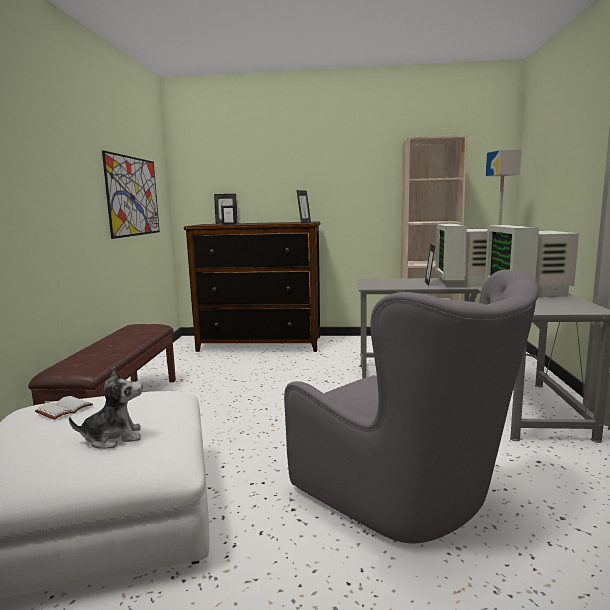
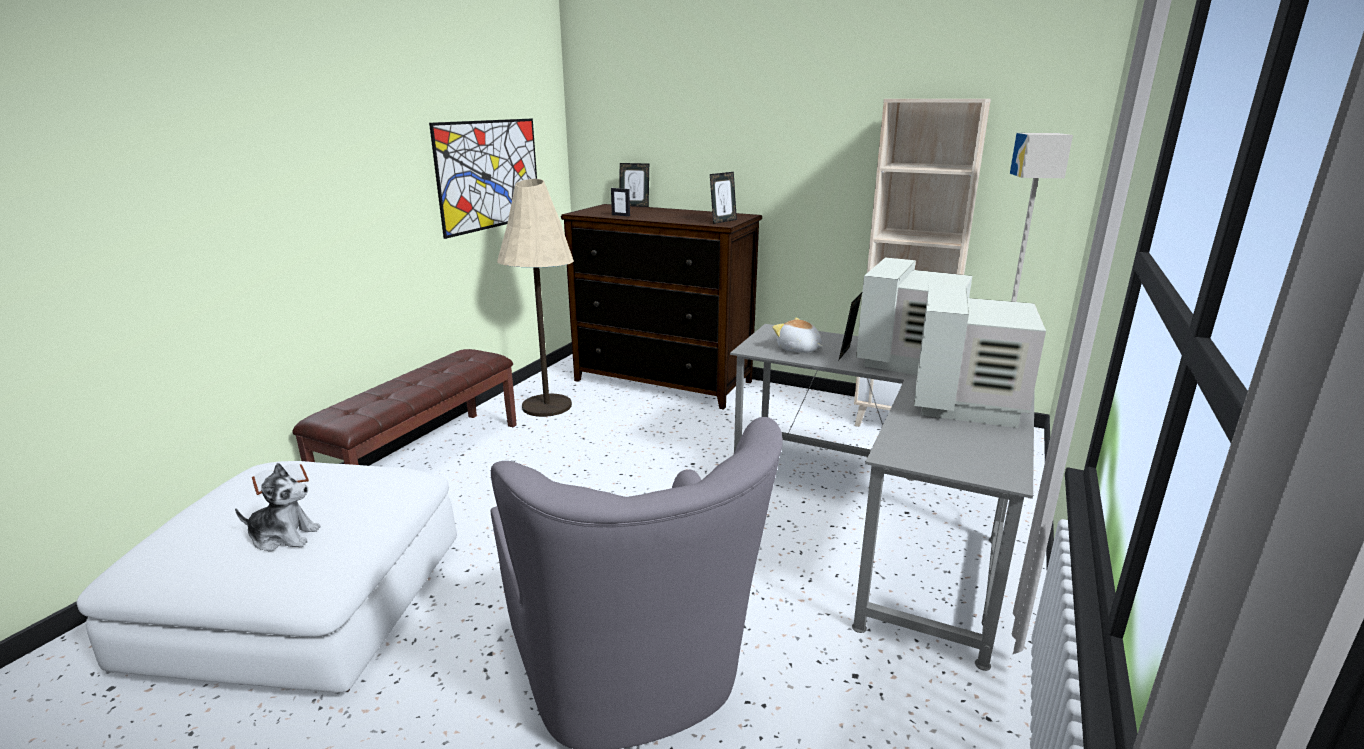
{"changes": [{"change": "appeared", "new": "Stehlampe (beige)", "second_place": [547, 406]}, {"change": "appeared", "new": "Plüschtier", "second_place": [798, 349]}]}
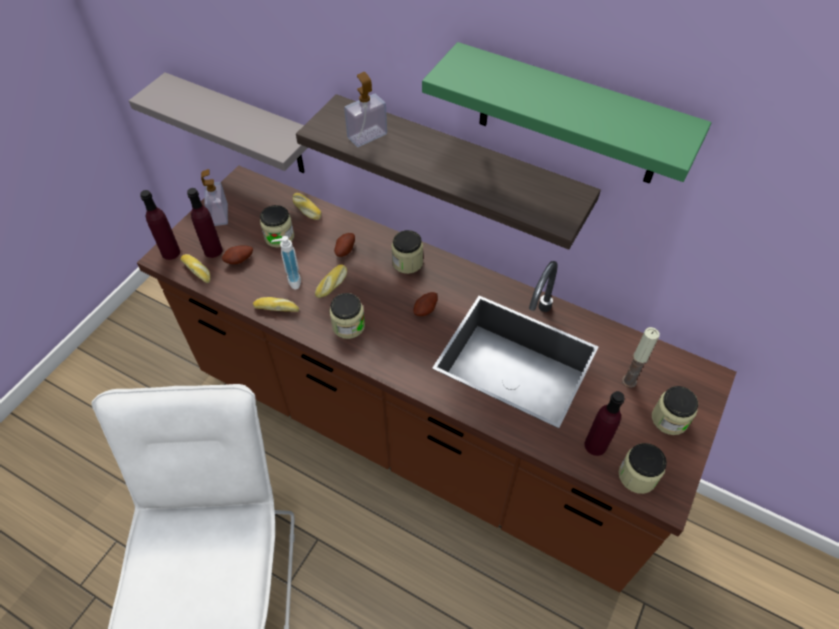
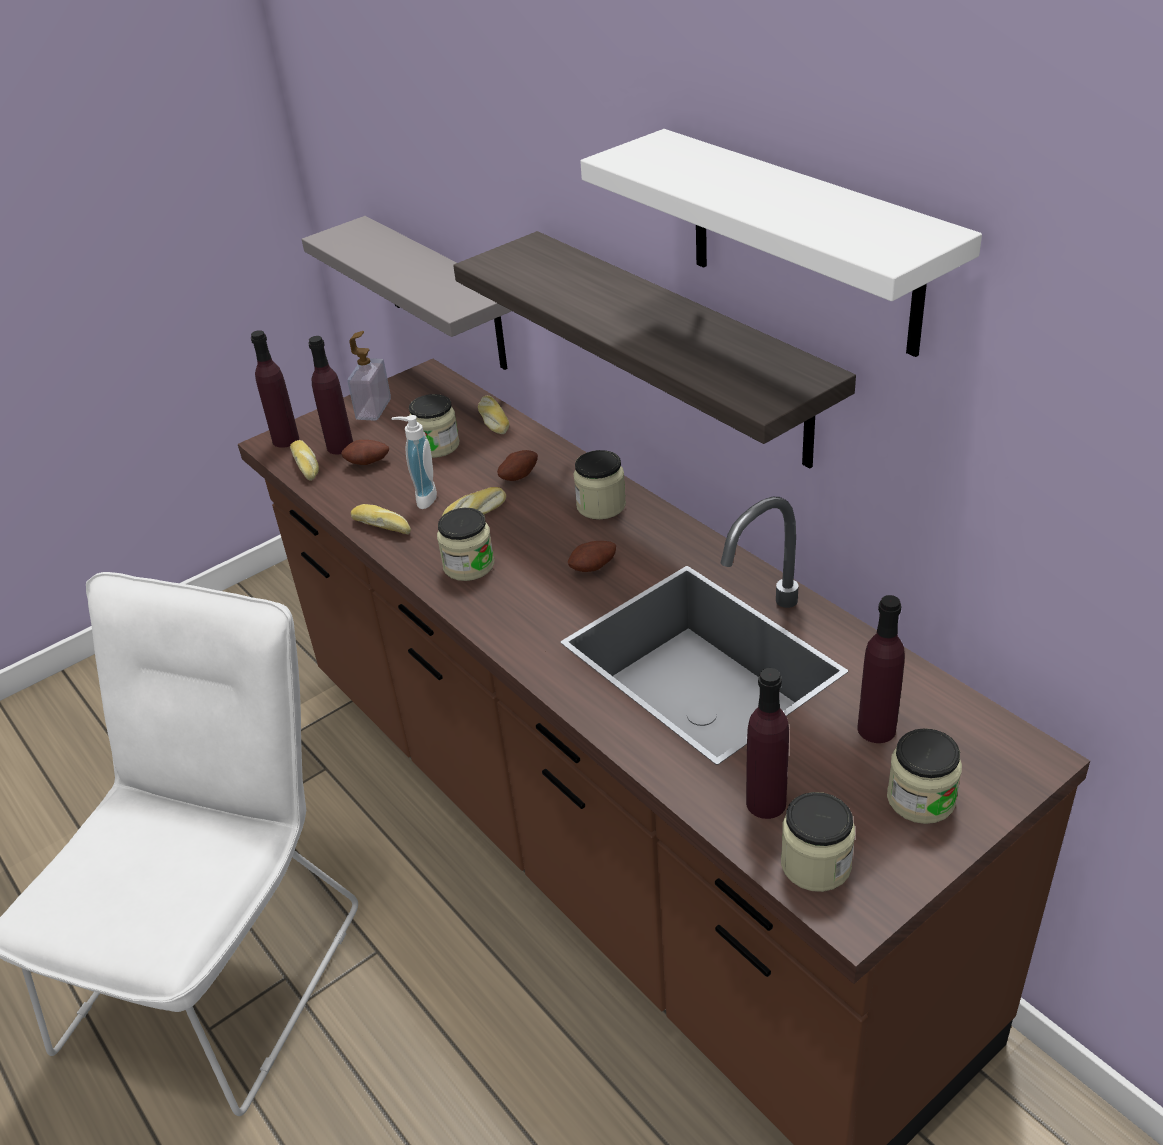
{"changes": [{"change": "colour", "old": "Wandregal (grün)", "new": "Wandregal (weiß)", "first_place": [569, 117], "second_place": [803, 242]}, {"change": "missing", "old": "Seifenspender", "first_place": [367, 136]}, {"change": "exchanged", "old": "Kerze", "new": "Flasche (lila)", "first_place": [629, 381], "second_place": [876, 729]}]}
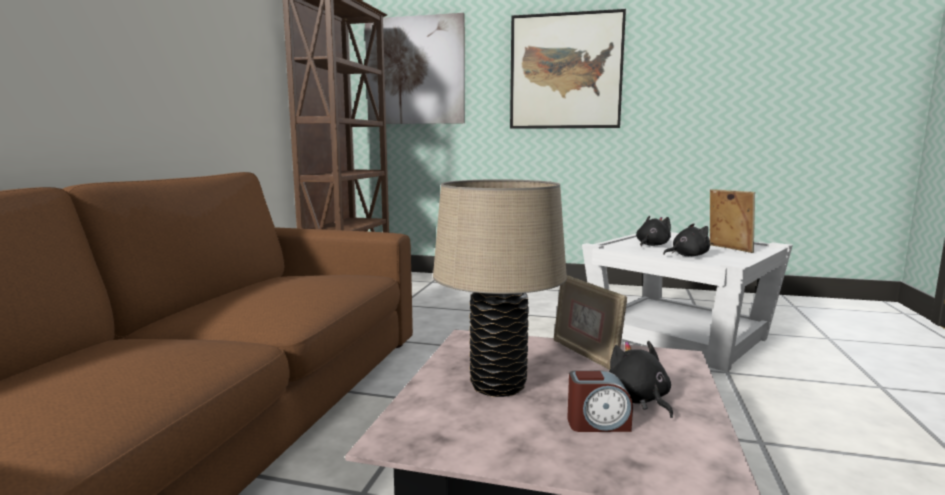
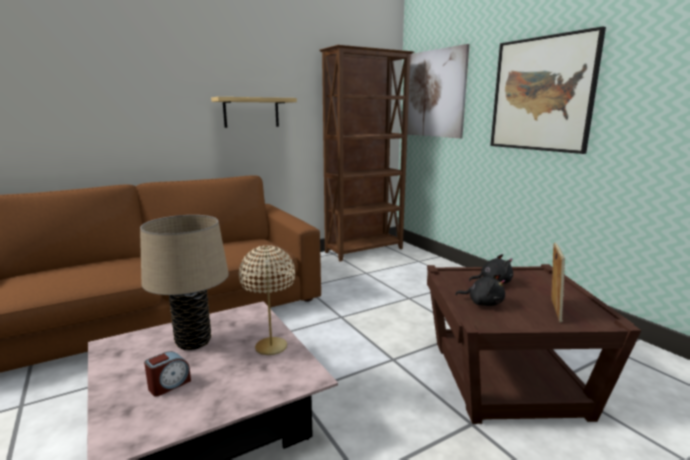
{"changes": [{"change": "colour", "old": "Beistelltisch (weiß)", "new": "Beistelltisch (braun)", "first_place": [679, 338], "second_place": [504, 377]}, {"change": "exchanged", "old": "Bilderrahmen", "new": "Tischlampe (beige)", "first_place": [585, 355], "second_place": [271, 347]}, {"change": "missing", "old": "Plüschtier (schwarz)", "first_place": [639, 400]}, {"change": "spun", "old": "Wecker", "first_place": [598, 424], "second_place": [169, 385], "degrees": -90}, {"change": "appeared", "new": "Wandregal", "second_place": [251, 112]}]}
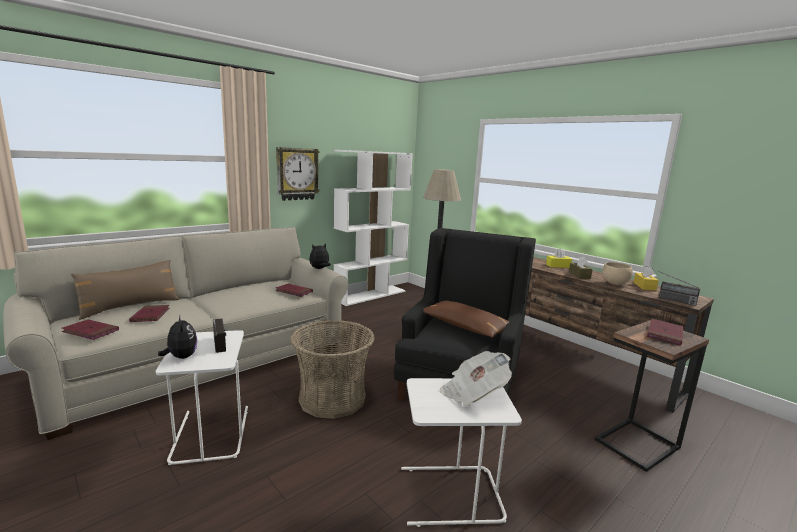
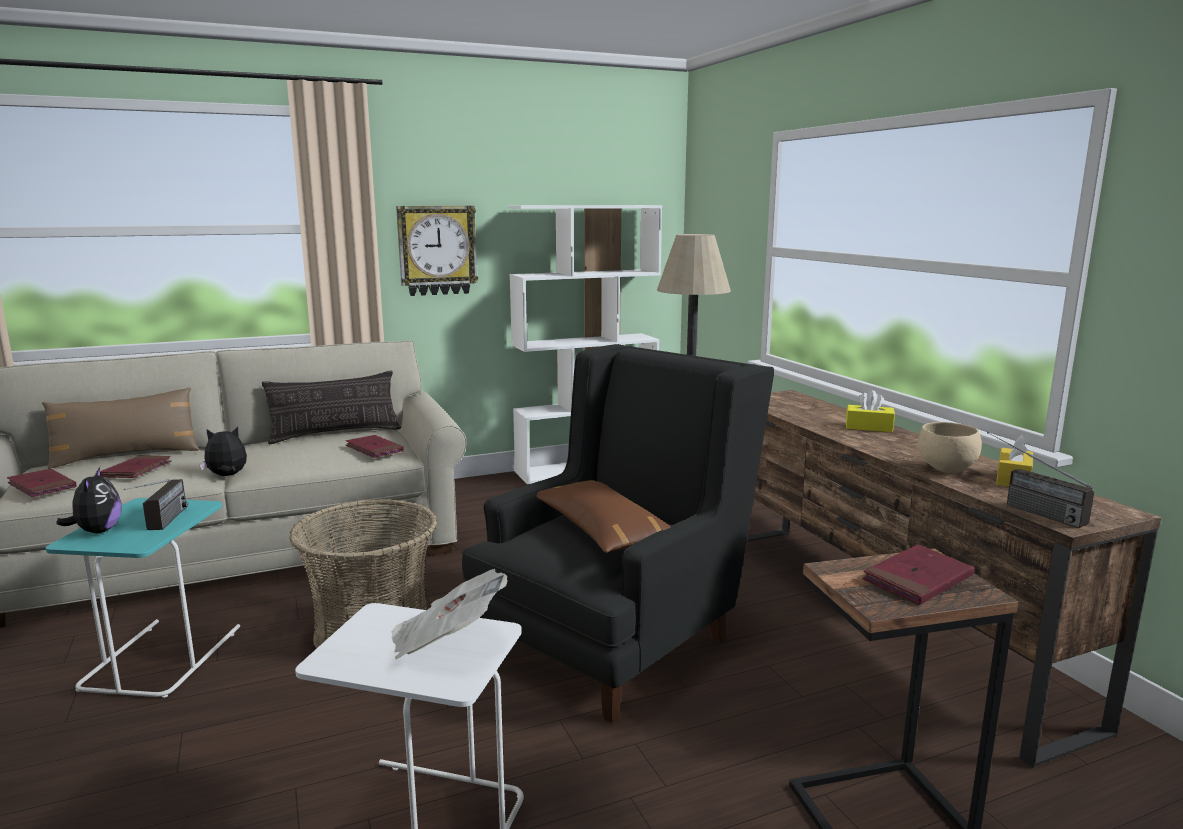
{"changes": [{"change": "relocated", "old": "Plüschtier", "first_place": [319, 269], "second_place": [227, 476]}, {"change": "missing", "old": "Taschentuchbox (braun)", "first_place": [579, 275]}, {"change": "colour", "old": "Beistelltisch (weiß)", "new": "Beistelltisch (türkis)", "first_place": [210, 433], "second_place": [161, 657]}, {"change": "appeared", "new": "Kissen", "second_place": [335, 434]}]}
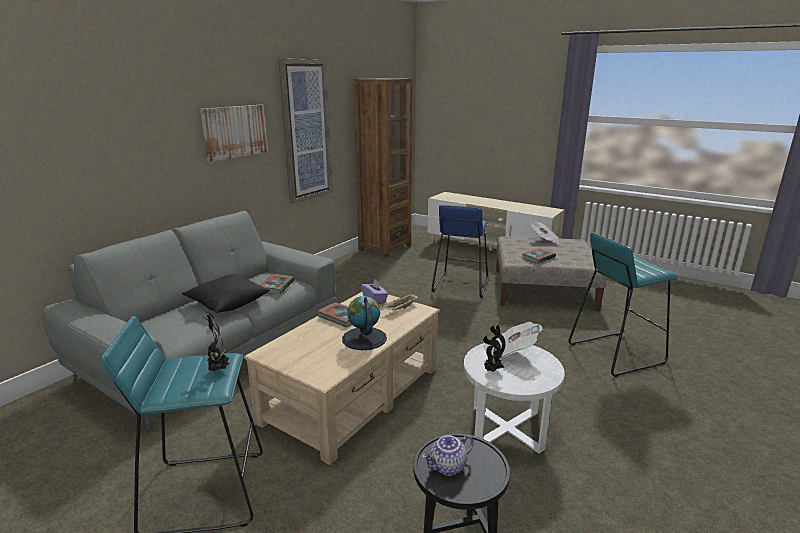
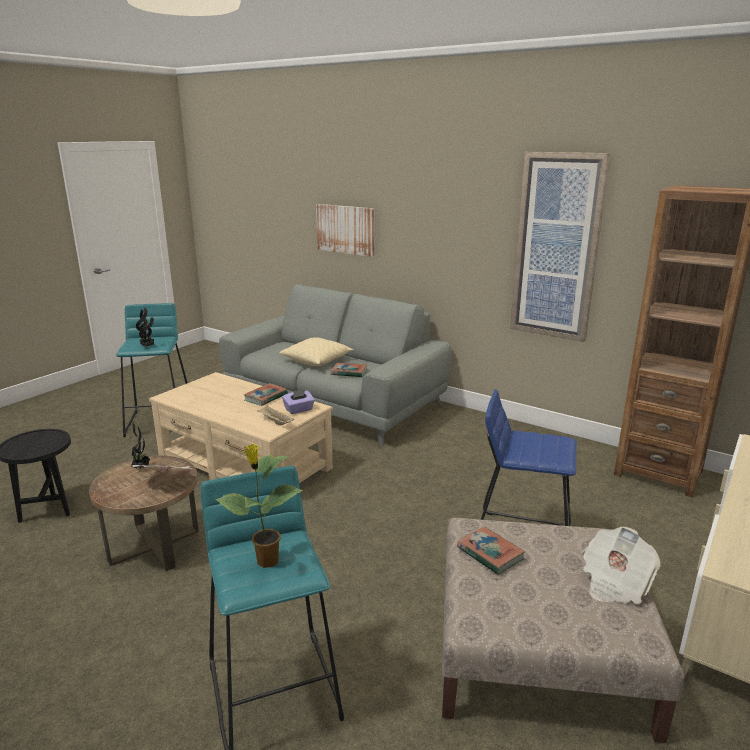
{"changes": [{"change": "relocated", "old": "Bild", "first_place": [235, 131], "second_place": [345, 229]}, {"change": "colour", "old": "Kissen (schwarz)", "new": "Kissen (beige)", "first_place": [227, 303], "second_place": [317, 360]}, {"change": "missing", "old": "Globus", "first_place": [364, 338]}, {"change": "colour", "old": "Beistelltisch (weiß)", "new": "Beistelltisch (braun)", "first_place": [507, 427], "second_place": [154, 546]}, {"change": "missing", "old": "Teekanne", "first_place": [448, 467]}, {"change": "appeared", "new": "Topfpflanze", "second_place": [266, 561]}]}
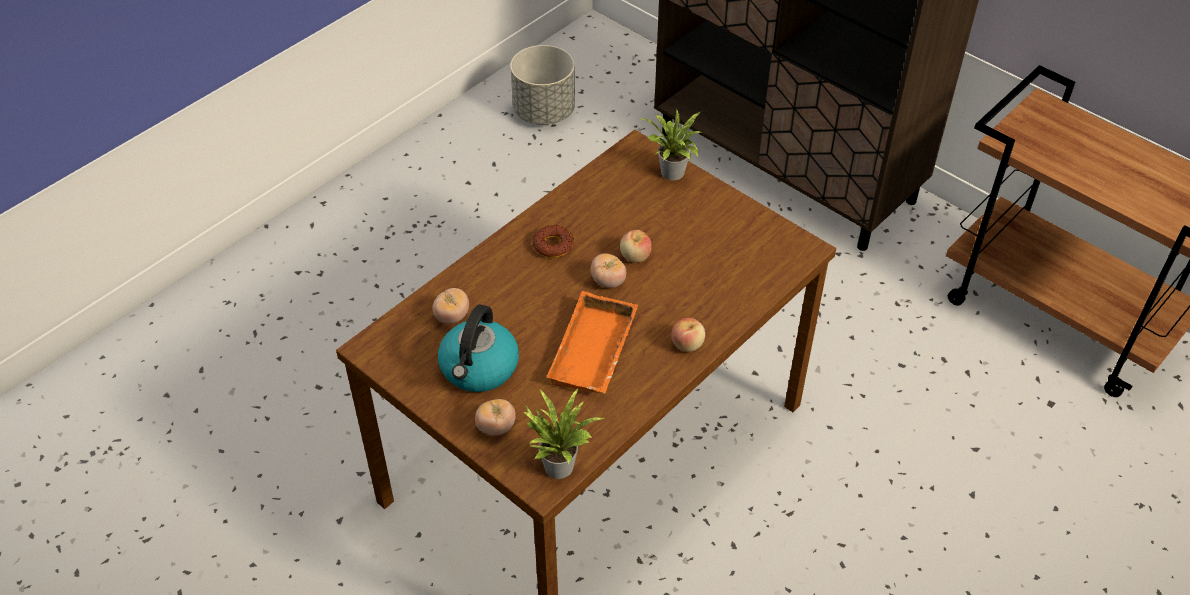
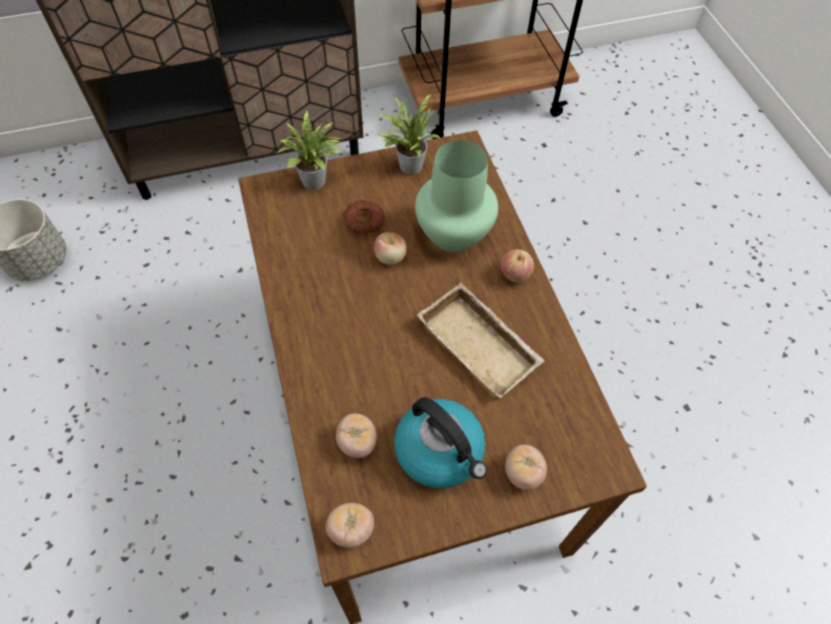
{"changes": [{"change": "relocated", "old": "Donut", "first_place": [553, 245], "second_place": [364, 220]}, {"change": "relocated", "old": "Tomate", "first_place": [608, 281], "second_place": [351, 530]}, {"change": "colour", "old": "Tablett (orange)", "new": "Tablett (beige)", "first_place": [596, 352], "second_place": [481, 344]}, {"change": "relocated", "old": "Topfpflanze", "first_place": [558, 463], "second_place": [408, 164]}, {"change": "appeared", "new": "Vase (grün)", "second_place": [454, 233]}]}
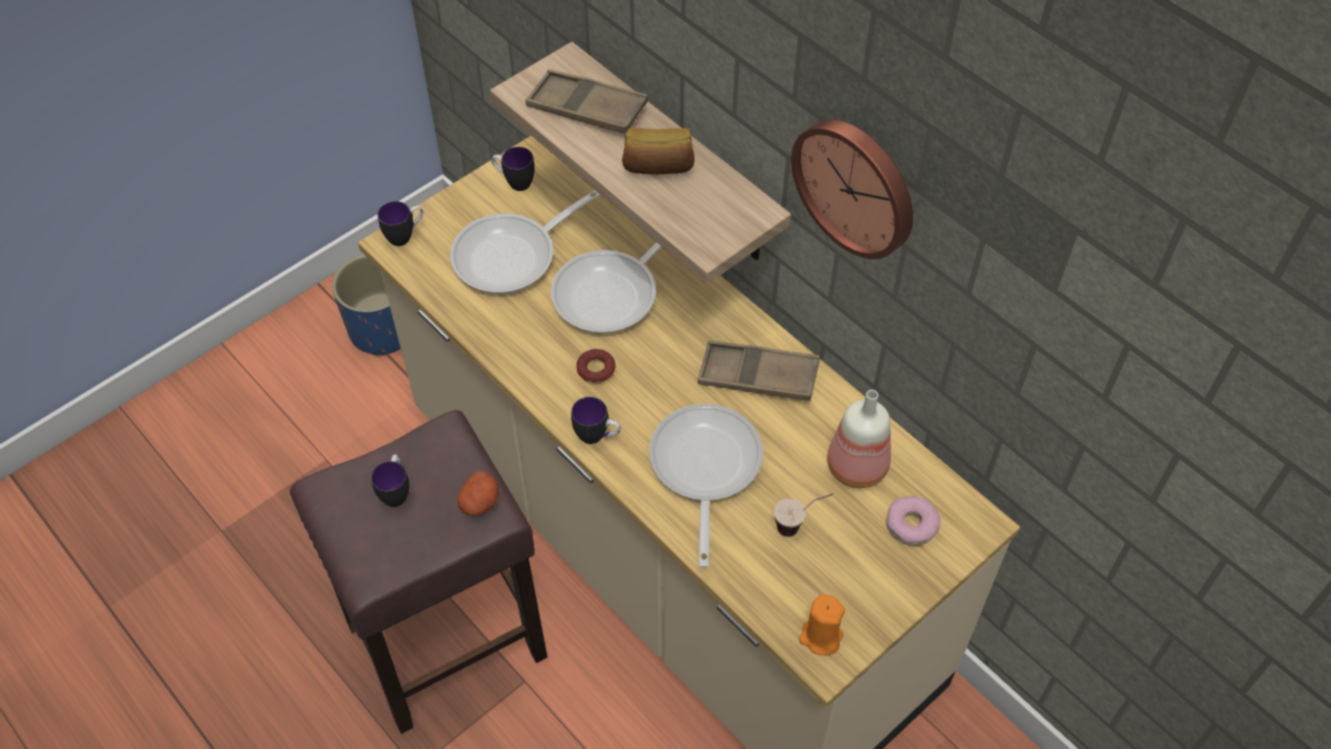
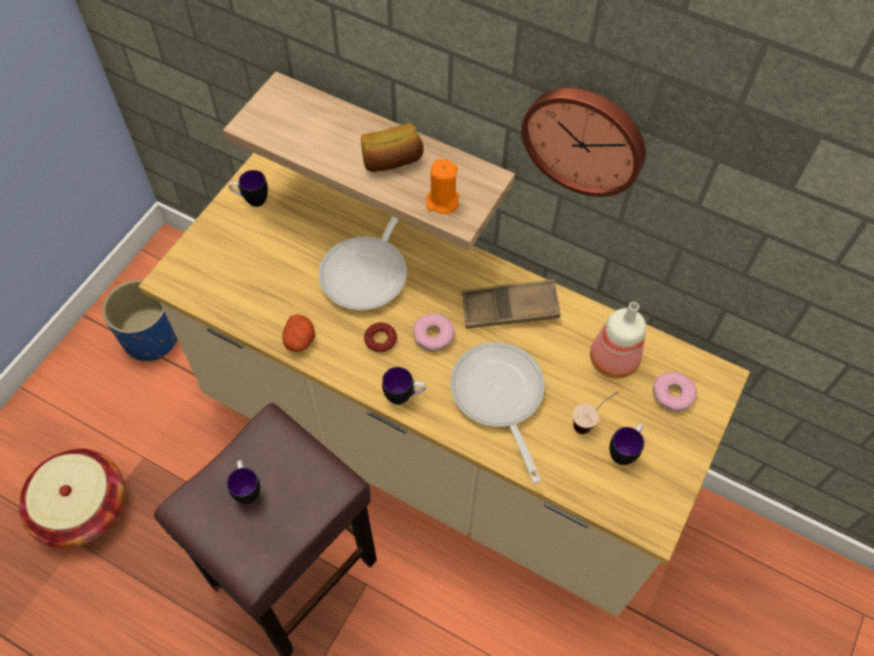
{"changes": [{"change": "missing", "old": "Tablett (braun)", "first_place": [587, 108]}, {"change": "missing", "old": "Pfanne", "first_place": [513, 256]}, {"change": "relocated", "old": "Henkelbecher", "first_place": [405, 236], "second_place": [624, 451]}, {"change": "relocated", "old": "Kartoffel", "first_place": [480, 502], "second_place": [300, 340]}, {"change": "relocated", "old": "Kerze (orange)", "first_place": [820, 637], "second_place": [442, 202]}, {"change": "appeared", "new": "Donut", "second_place": [433, 336]}, {"change": "appeared", "new": "Korb", "second_place": [82, 507]}]}
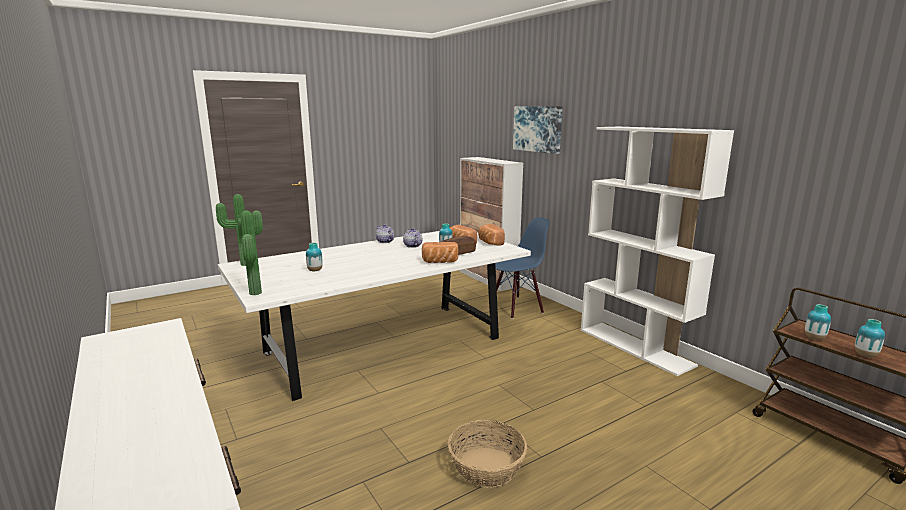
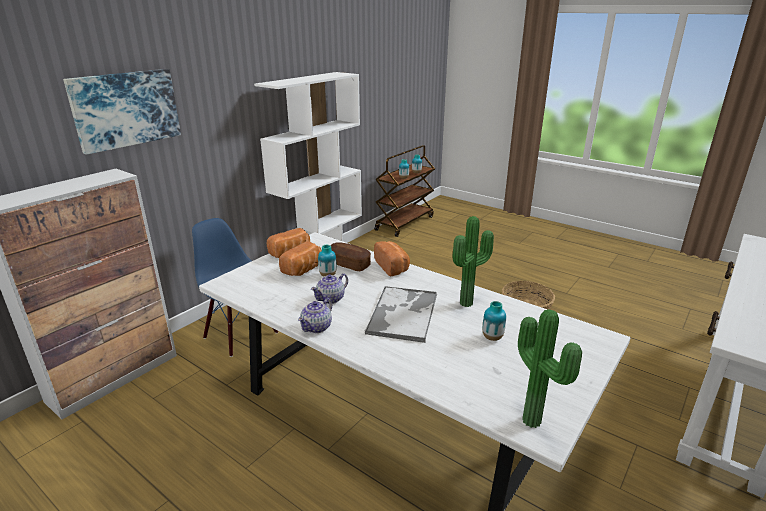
{"changes": [{"change": "relocated", "old": "Topfpflanze", "first_place": [253, 293], "second_place": [468, 304]}, {"change": "appeared", "new": "Tablett", "second_place": [403, 313]}]}
